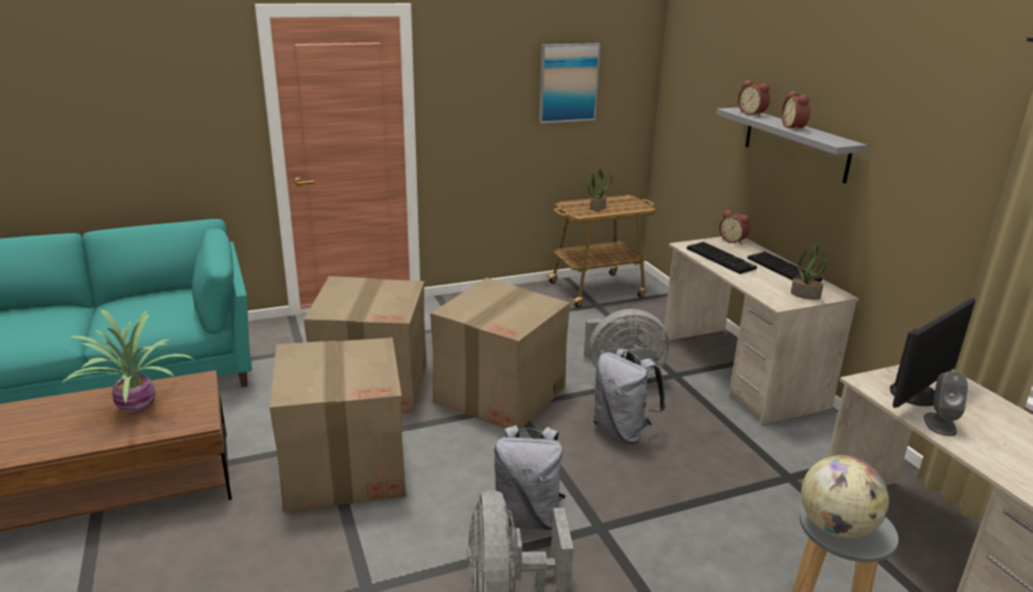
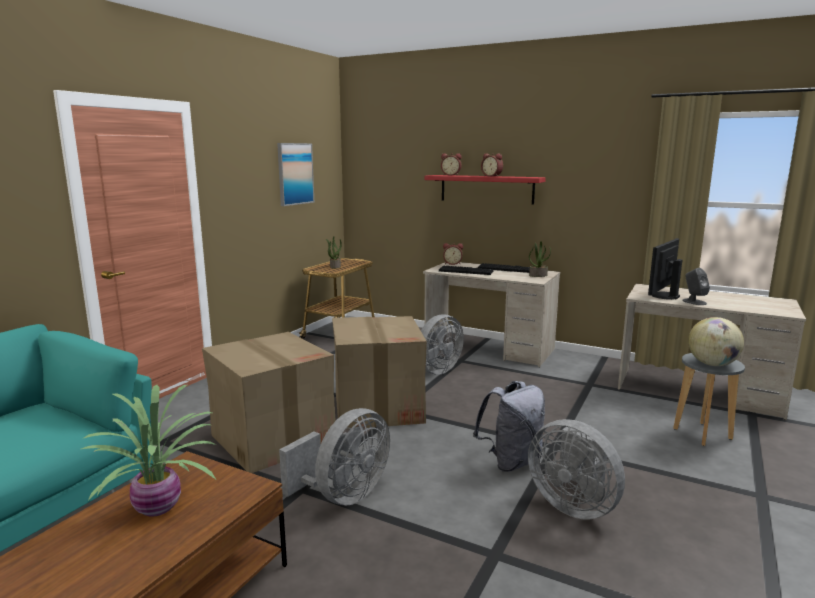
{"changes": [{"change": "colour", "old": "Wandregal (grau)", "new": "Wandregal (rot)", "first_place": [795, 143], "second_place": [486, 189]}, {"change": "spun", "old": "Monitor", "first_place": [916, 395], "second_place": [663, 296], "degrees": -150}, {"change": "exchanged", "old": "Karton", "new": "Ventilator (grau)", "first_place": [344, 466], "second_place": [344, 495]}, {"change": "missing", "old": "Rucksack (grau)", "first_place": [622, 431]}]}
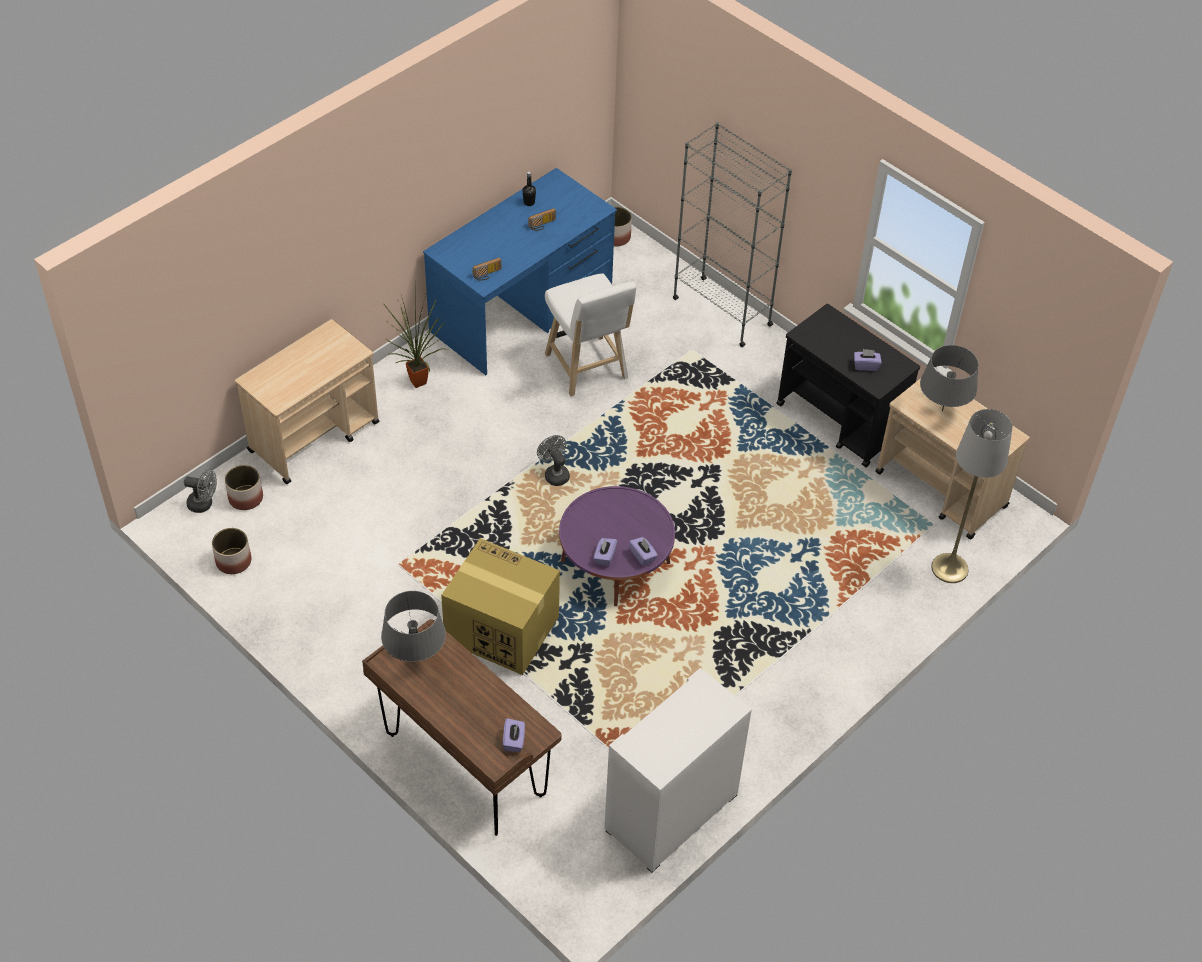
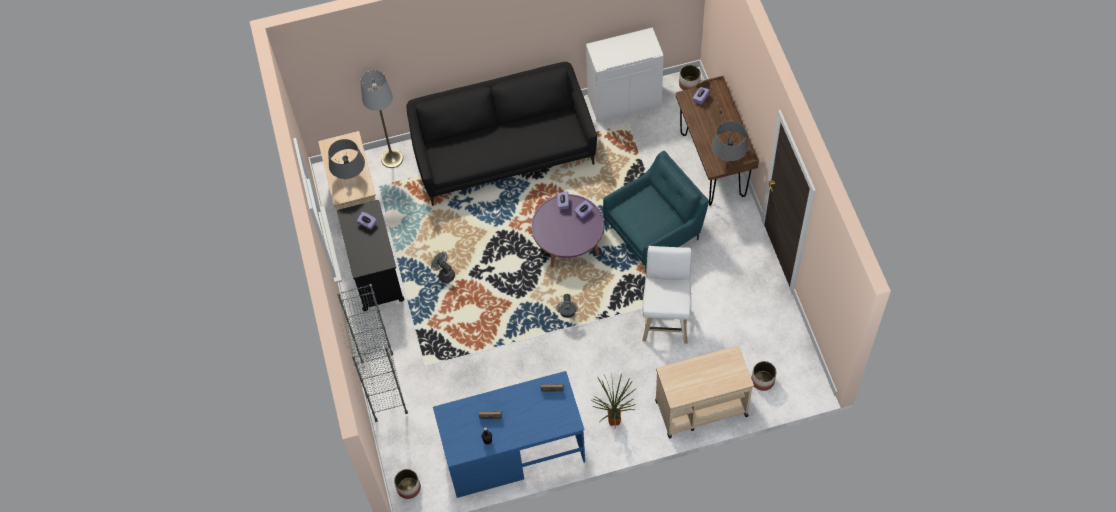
{"changes": [{"change": "relocated", "old": "Hocker (weiß)", "first_place": [588, 370], "second_place": [666, 319]}, {"change": "relocated", "old": "Ventilator (grau)", "first_place": [204, 504], "second_place": [444, 274]}, {"change": "relocated", "old": "Pflanzkübel", "first_place": [233, 561], "second_place": [689, 84]}, {"change": "exchanged", "old": "Karton", "new": "Sessel (türkis)", "first_place": [500, 629], "second_place": [654, 229]}, {"change": "appeared", "new": "Sofa (schwarz)", "second_place": [504, 154]}]}
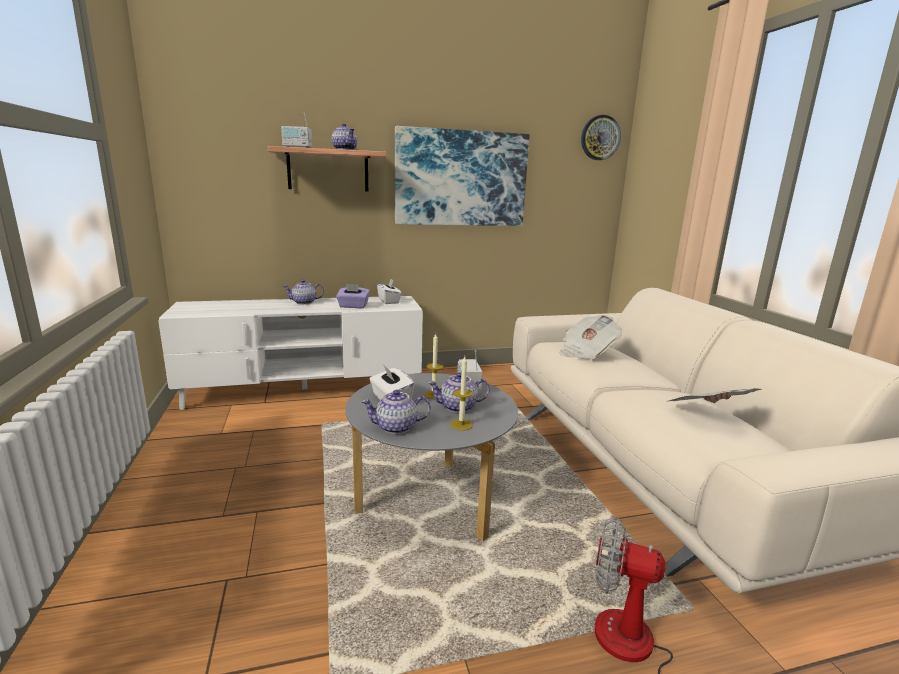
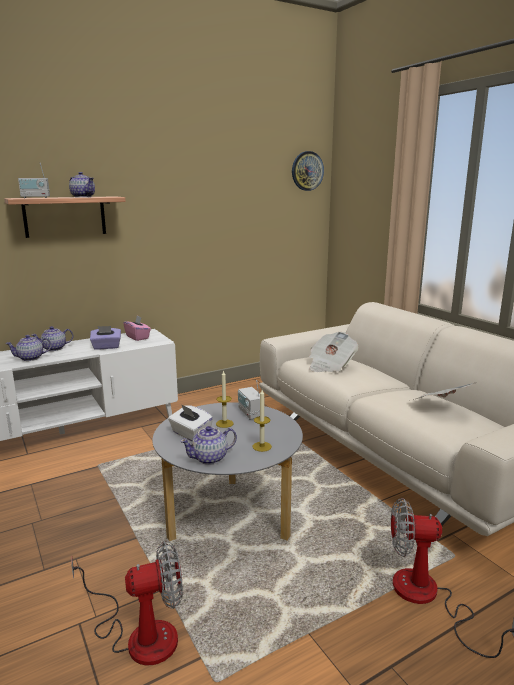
{"changes": [{"change": "missing", "old": "Bild", "first_place": [461, 178]}, {"change": "colour", "old": "Taschentuchbox (weiß)", "new": "Taschentuchbox (rosa)", "first_place": [389, 301], "second_place": [138, 337]}, {"change": "relocated", "old": "Teekanne", "first_place": [458, 407], "second_place": [31, 358]}, {"change": "appeared", "new": "Ventilator", "second_place": [139, 634]}]}
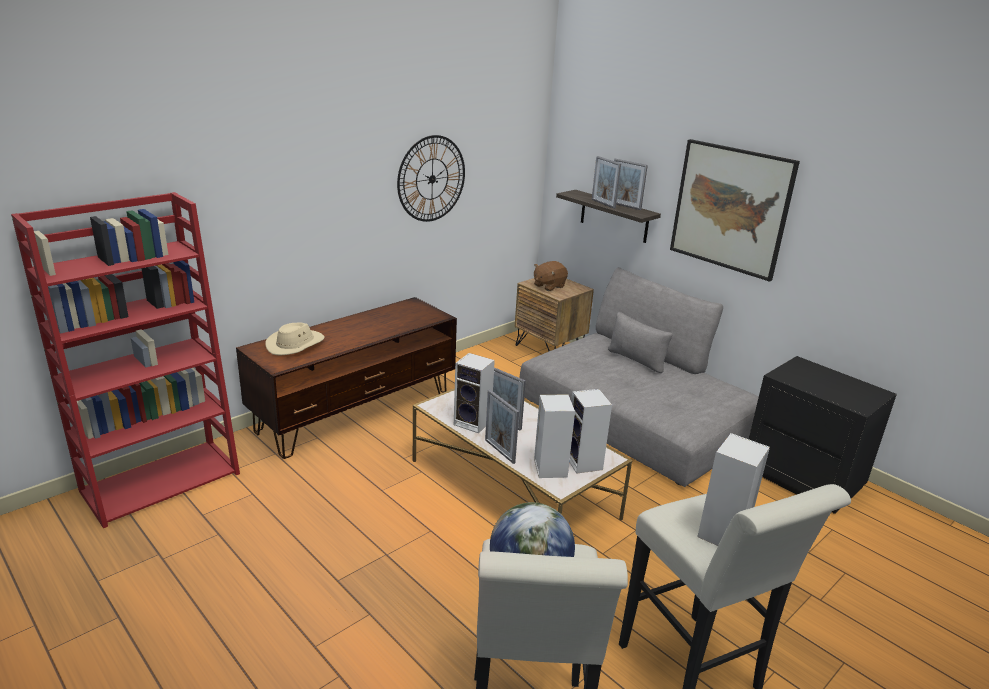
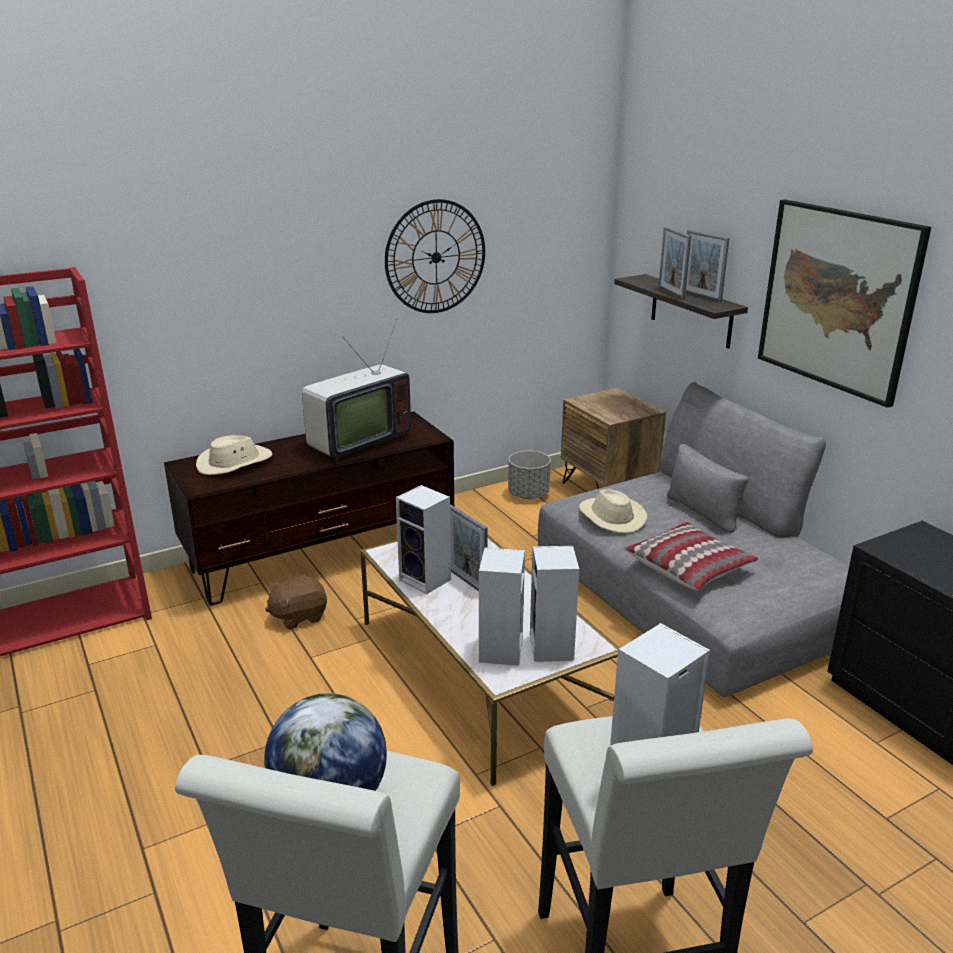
{"changes": [{"change": "relocated", "old": "Plüschtier (braun)", "first_place": [548, 286], "second_place": [298, 616]}, {"change": "missing", "old": "Bilderrahmen", "first_place": [499, 451]}, {"change": "appeared", "new": "Fernseher", "second_place": [355, 442]}, {"change": "appeared", "new": "Pflanzkübel (grau)", "second_place": [528, 495]}, {"change": "appeared", "new": "Hut (beige)", "second_place": [610, 517]}, {"change": "appeared", "new": "Kissen", "second_place": [689, 567]}]}
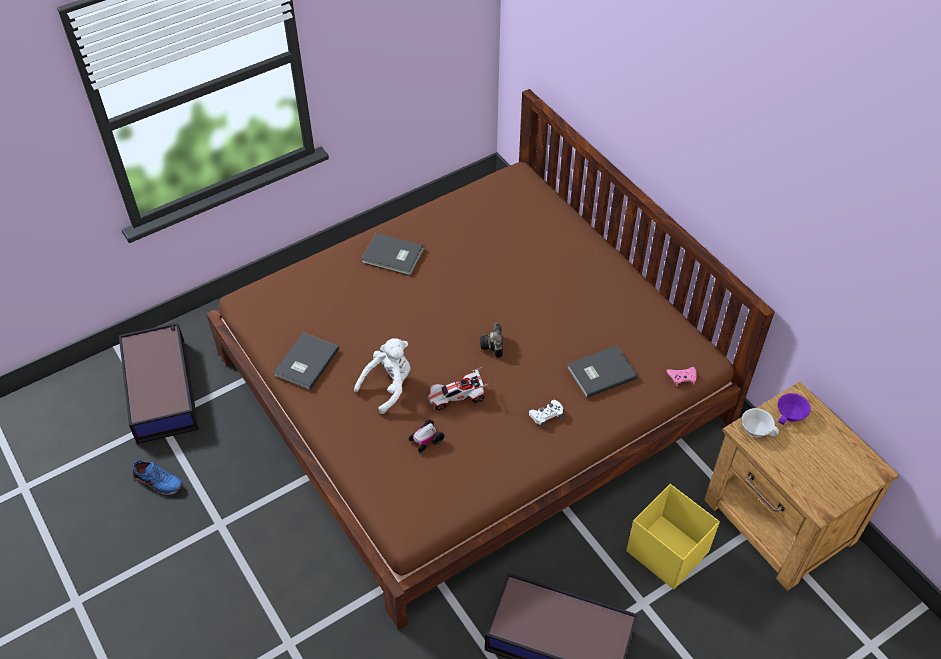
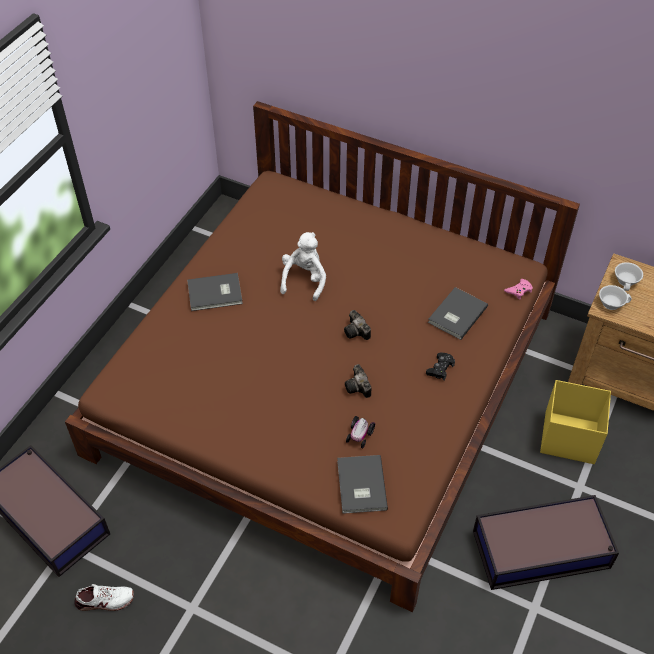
{"changes": [{"change": "relocated", "old": "Buch (grau)", "first_place": [305, 362], "second_place": [360, 486]}, {"change": "relocated", "old": "Plüschtier (weiß)", "first_place": [388, 386], "second_place": [304, 280]}, {"change": "exchanged", "old": "Spielzeugauto", "new": "Kamera", "first_place": [457, 397], "second_place": [358, 388]}, {"change": "colour", "old": "Tasse (lila)", "new": "Tasse (weiß)", "first_place": [791, 415], "second_place": [627, 281]}, {"change": "colour", "old": "Gamepad (weiß)", "new": "Gamepad (schwarz)", "first_place": [546, 415], "second_place": [440, 368]}, {"change": "colour", "old": "Schuh (blau)", "new": "Schuh (weiß)", "first_place": [157, 482], "second_place": [105, 601]}]}
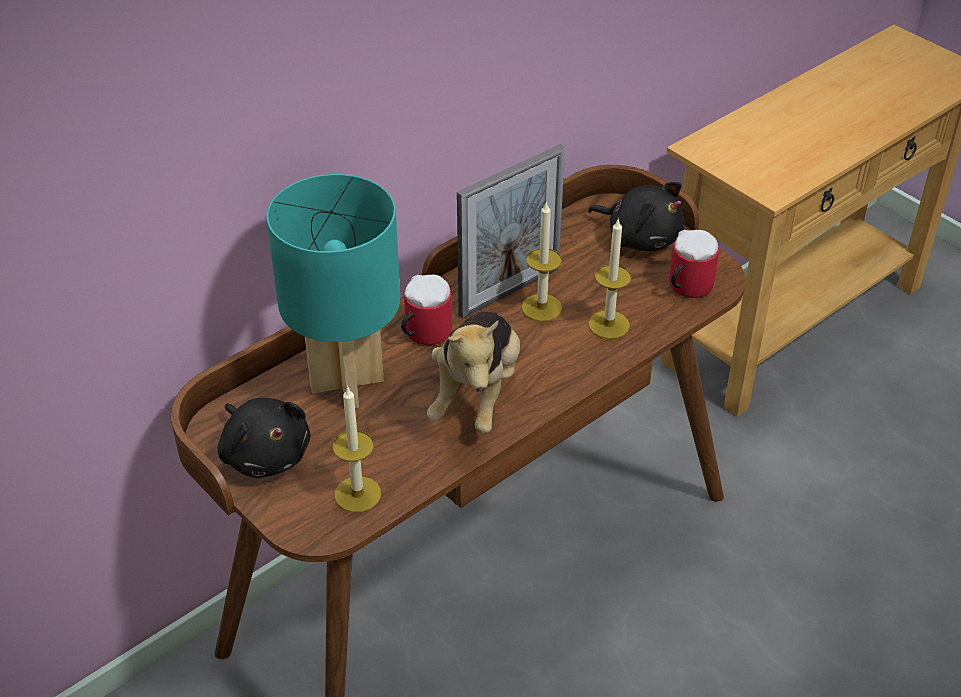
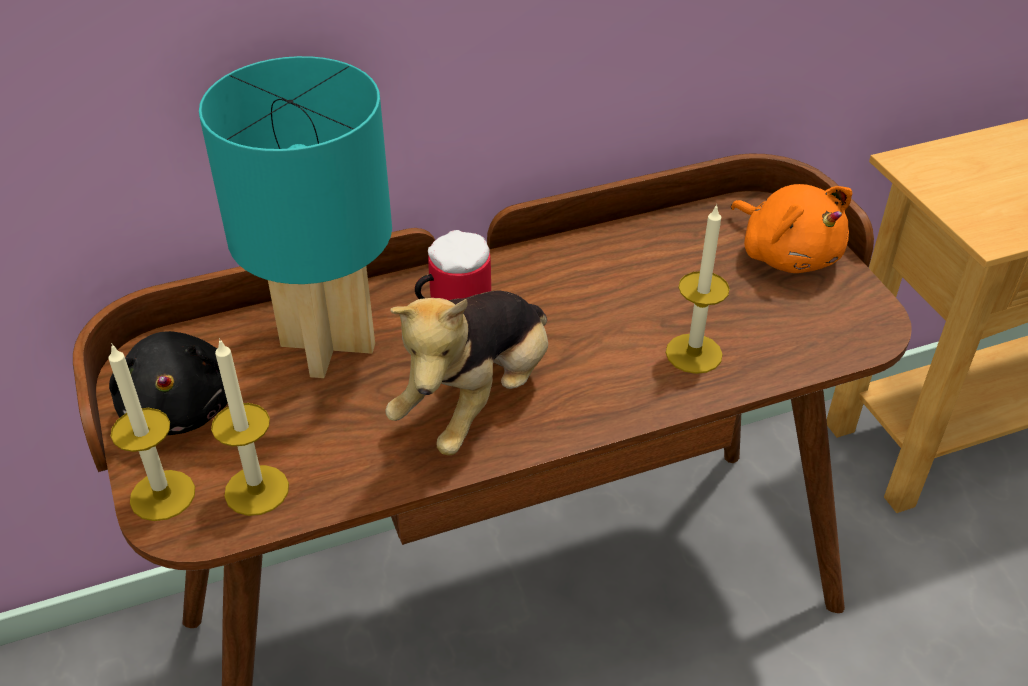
{"changes": [{"change": "missing", "old": "Bilderrahmen", "first_place": [509, 292]}, {"change": "colour", "old": "Plüschtier (schwarz)", "new": "Plüschtier (orange)", "first_place": [640, 237], "second_place": [787, 254]}, {"change": "relocated", "old": "Kerze", "first_place": [541, 308], "second_place": [162, 495]}, {"change": "missing", "old": "Henkelbecher", "first_place": [685, 287]}]}
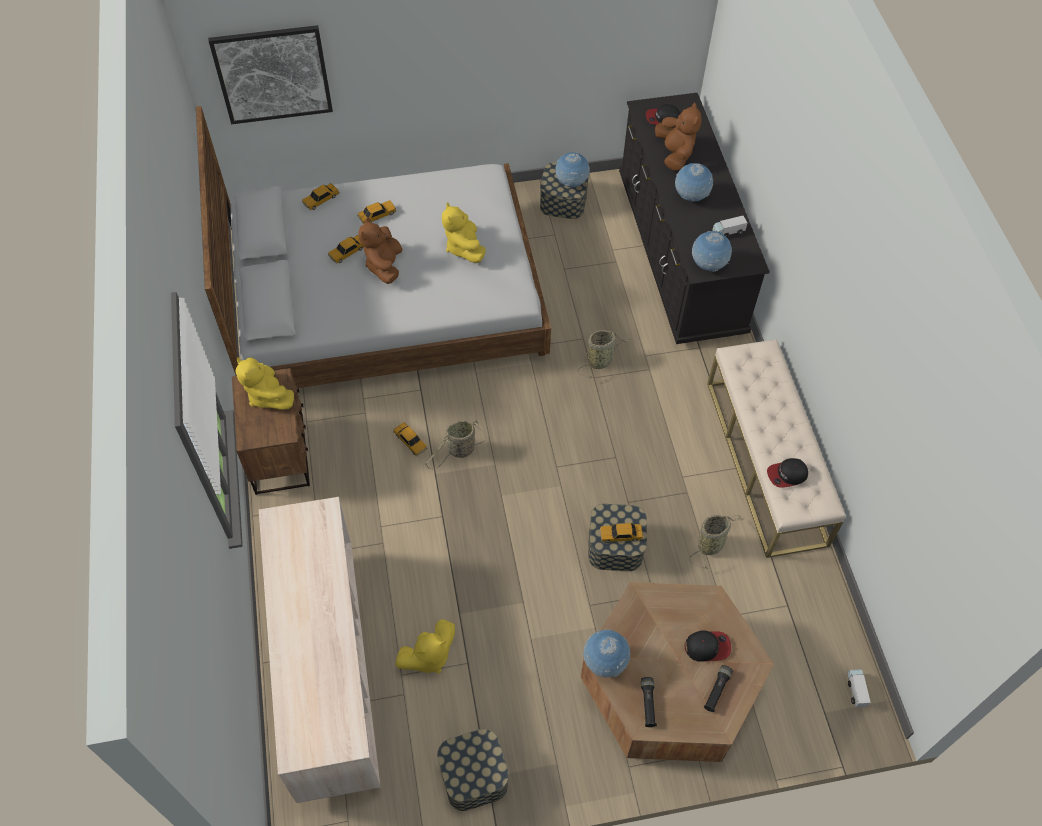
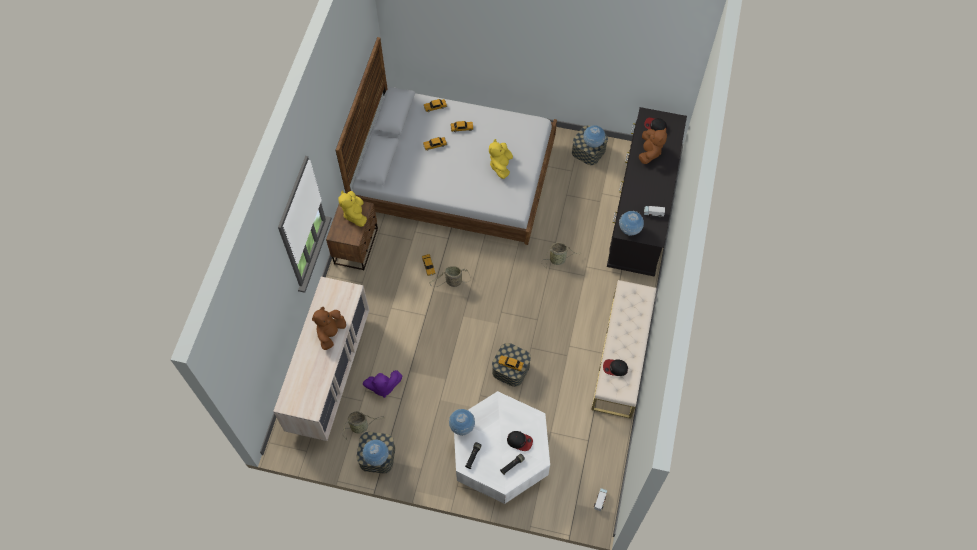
{"changes": [{"change": "missing", "old": "Bild", "first_place": [273, 74]}, {"change": "relocated", "old": "Globus", "first_place": [691, 197], "second_place": [377, 457]}, {"change": "relocated", "old": "Plüschtier (braun)", "first_place": [384, 266], "second_place": [331, 333]}, {"change": "relocated", "old": "Korb", "first_place": [711, 544], "second_place": [360, 427]}, {"change": "colour", "old": "Couchtisch (braun)", "new": "Couchtisch (weiß)", "first_place": [669, 684], "second_place": [500, 454]}, {"change": "colour", "old": "Plüschtier (gelb)", "new": "Plüschtier (lila)", "first_place": [428, 656], "second_place": [383, 387]}]}
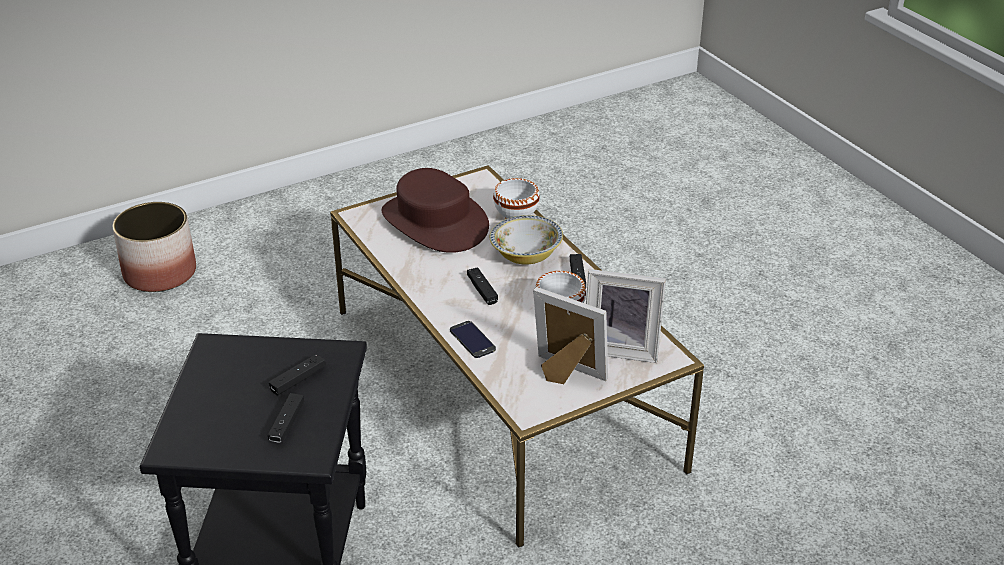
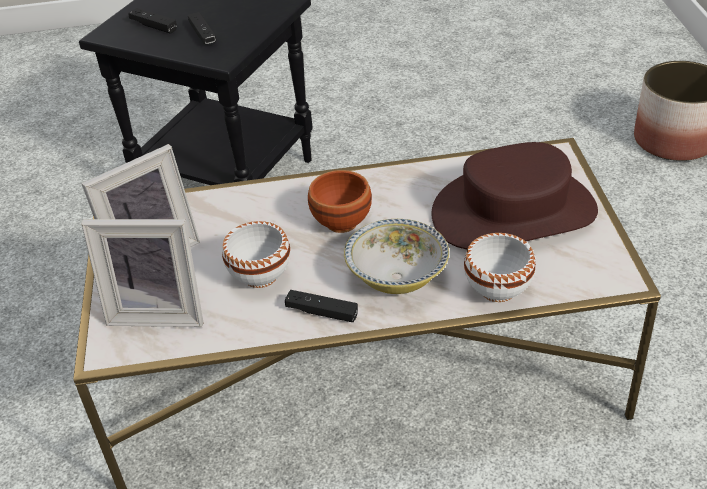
{"changes": [{"change": "exchanged", "old": "Gamepad (schwarz)", "new": "Schüssel (braun)", "first_place": [482, 291], "second_place": [343, 223]}, {"change": "spun", "old": "Bilderrahmen", "first_place": [621, 348], "second_place": [159, 311], "degrees": -120}, {"change": "missing", "old": "Handy", "first_place": [472, 340]}]}
